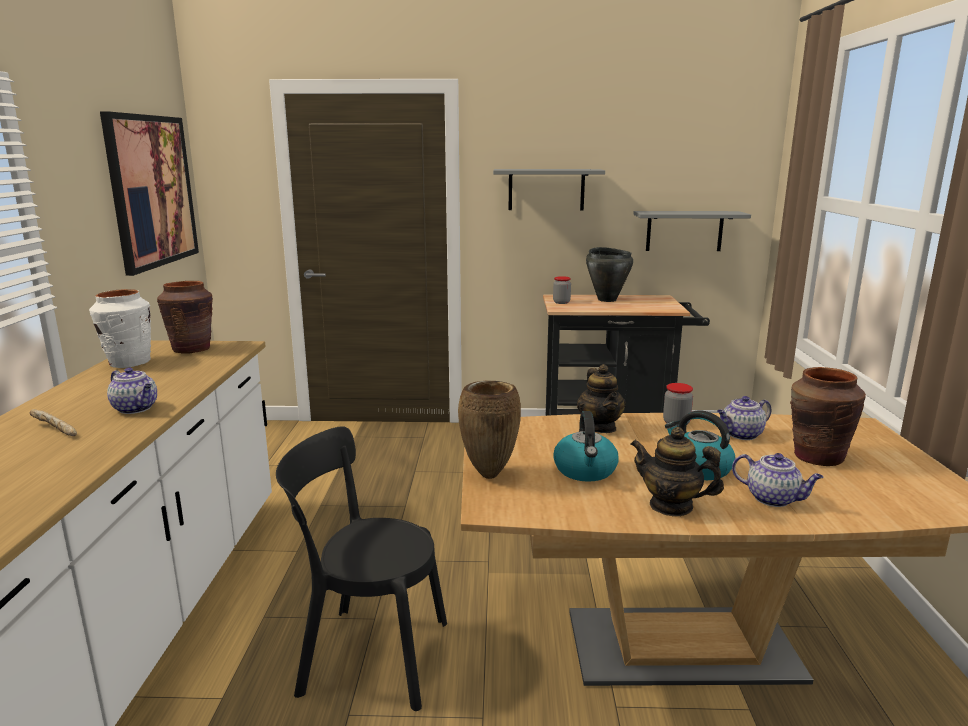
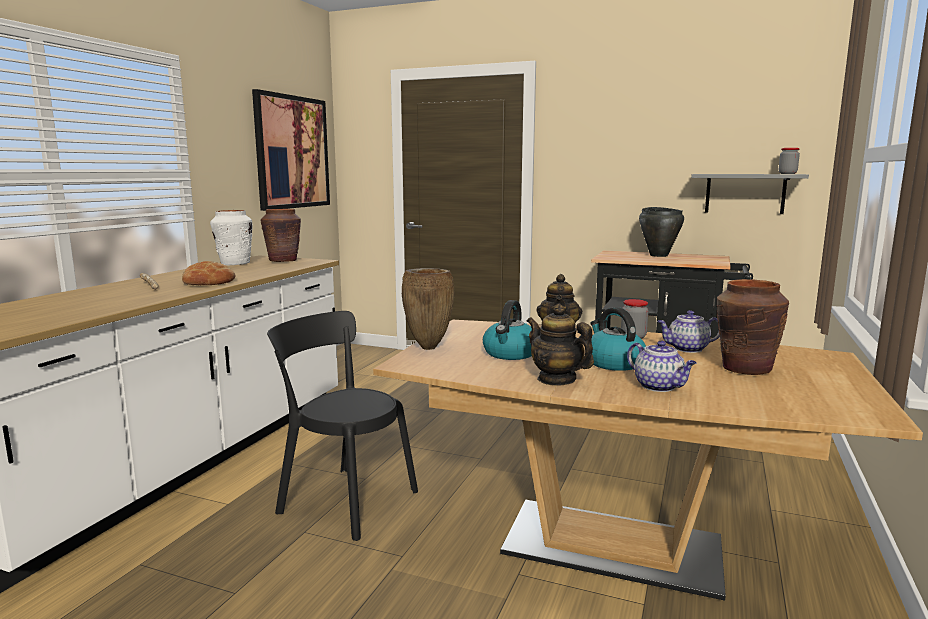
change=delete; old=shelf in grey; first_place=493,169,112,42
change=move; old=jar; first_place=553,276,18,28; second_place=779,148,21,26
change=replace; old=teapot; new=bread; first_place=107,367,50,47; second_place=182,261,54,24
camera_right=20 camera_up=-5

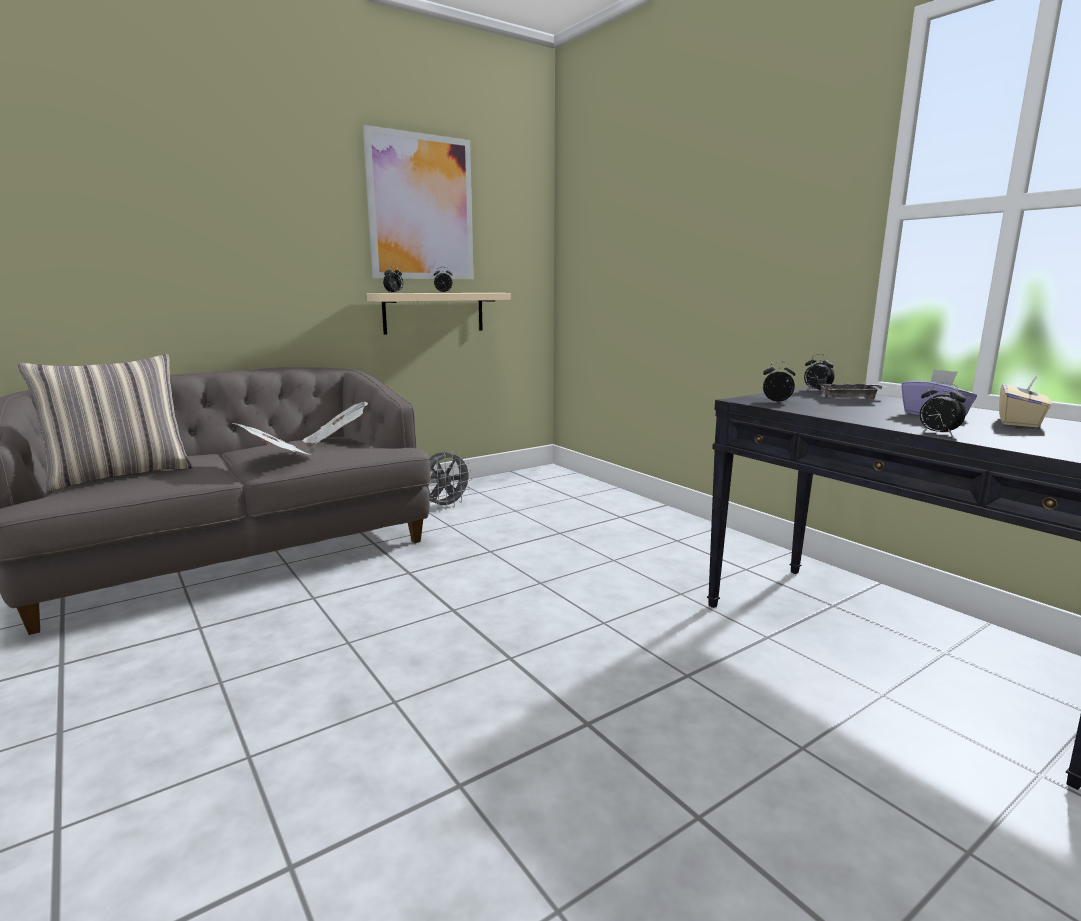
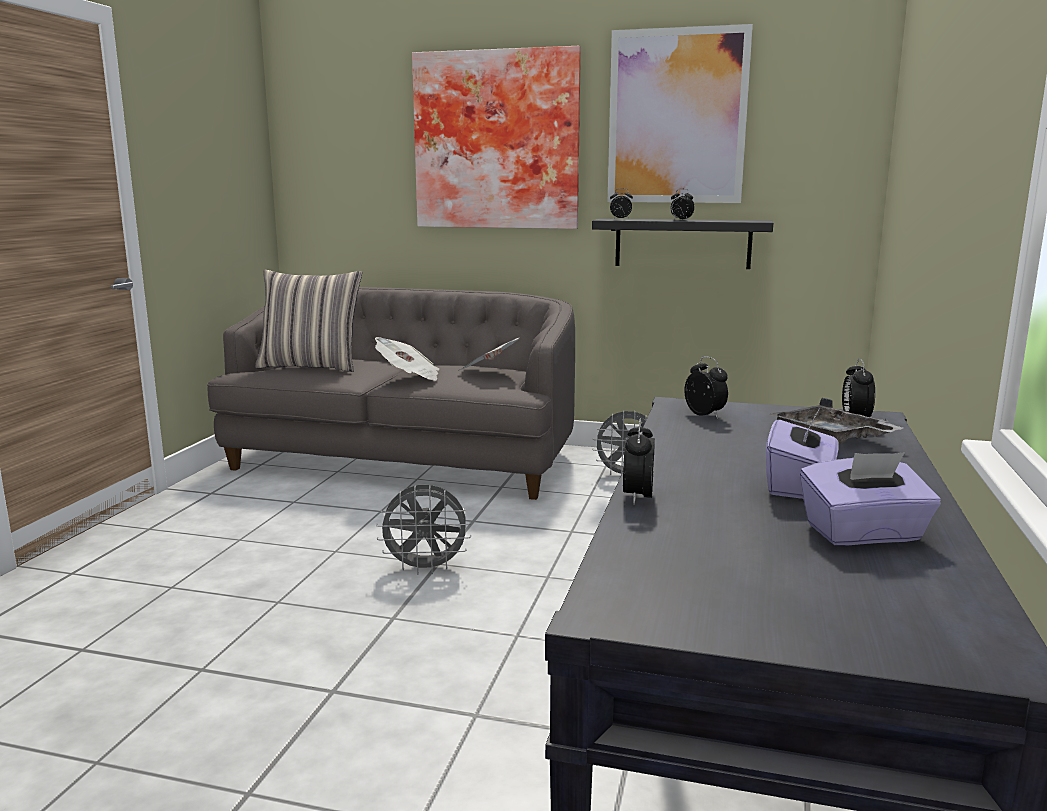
change=recolor; old=shelf in beige; new=shelf in black; first_place=367,293,144,42; second_place=592,219,181,50
change=recolor; old=tissue box in beige; new=tissue box in purple; first_place=999,376,53,51; second_place=800,452,141,93
change=insert; new=picture; second_place=412,46,169,183
change=insert; new=fan in grey; second_place=376,485,95,89
camera_right=50 camera_up=0

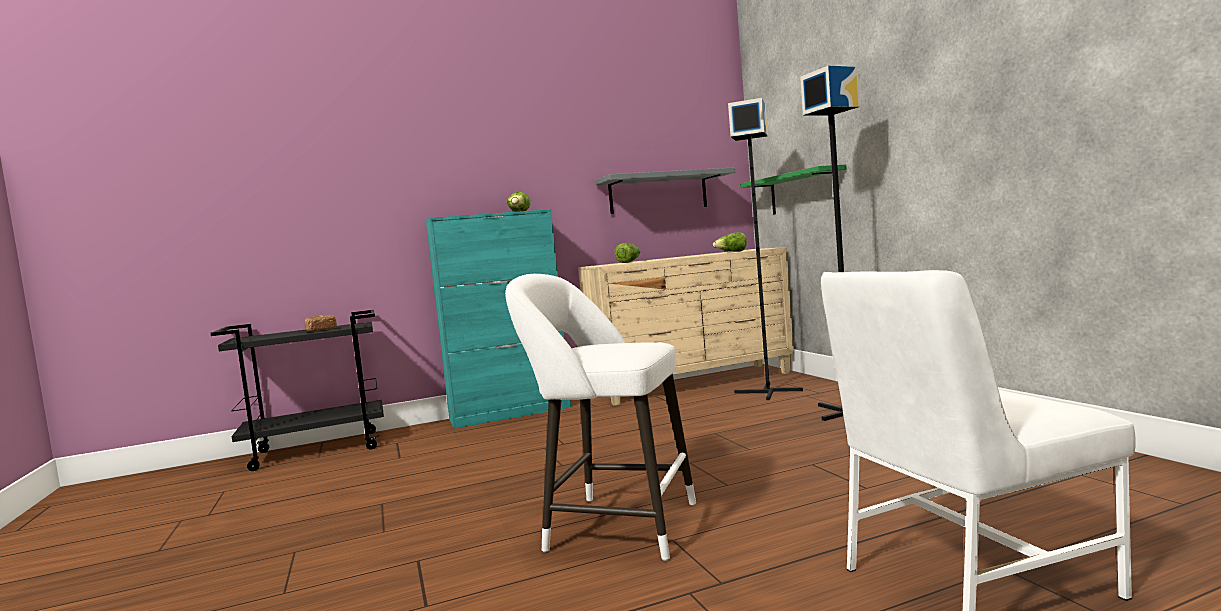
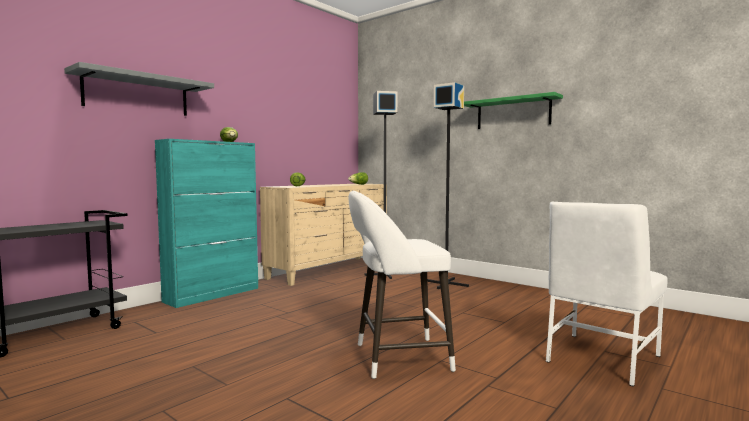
change=move; old=shelf in green; first_place=740,164,106,51; second_place=464,92,99,37
change=move; old=shelf in grey; first_place=595,167,140,47; second_place=64,62,150,54
change=delete; old=bread; first_place=305,315,32,16
camera_right=-30 camera_up=0

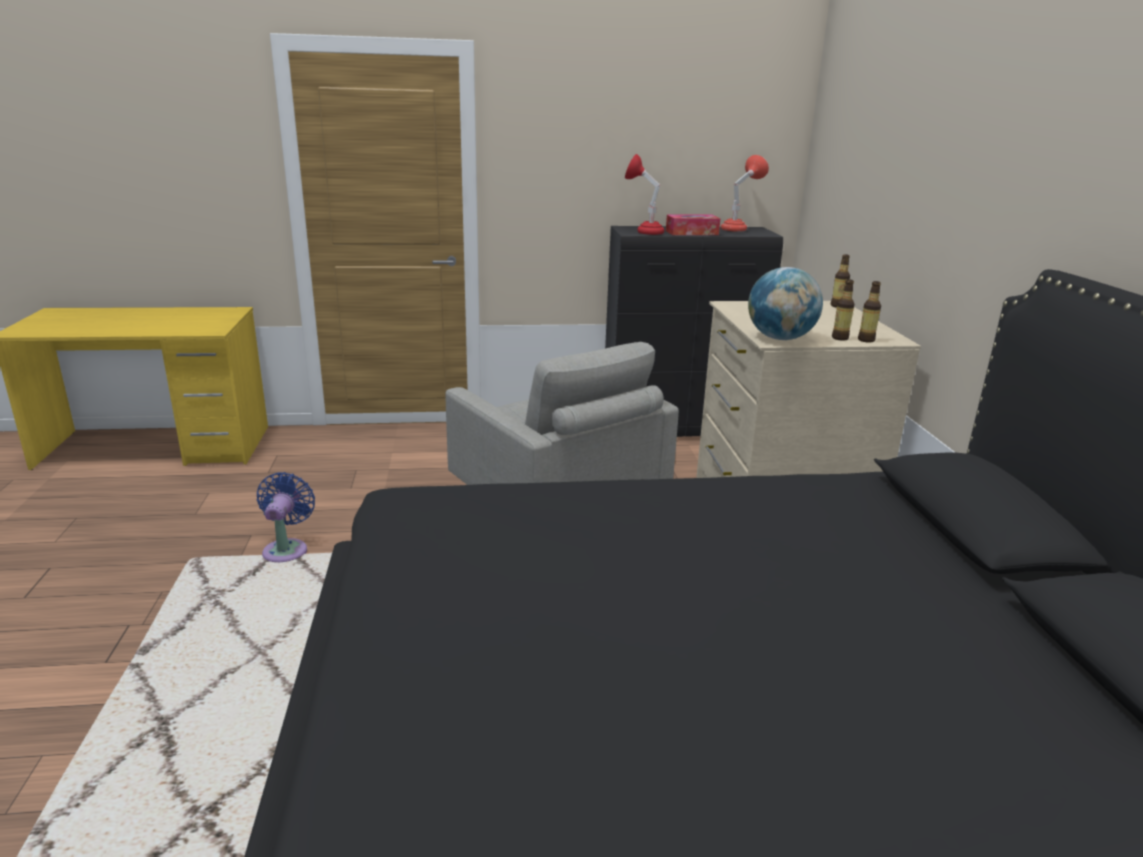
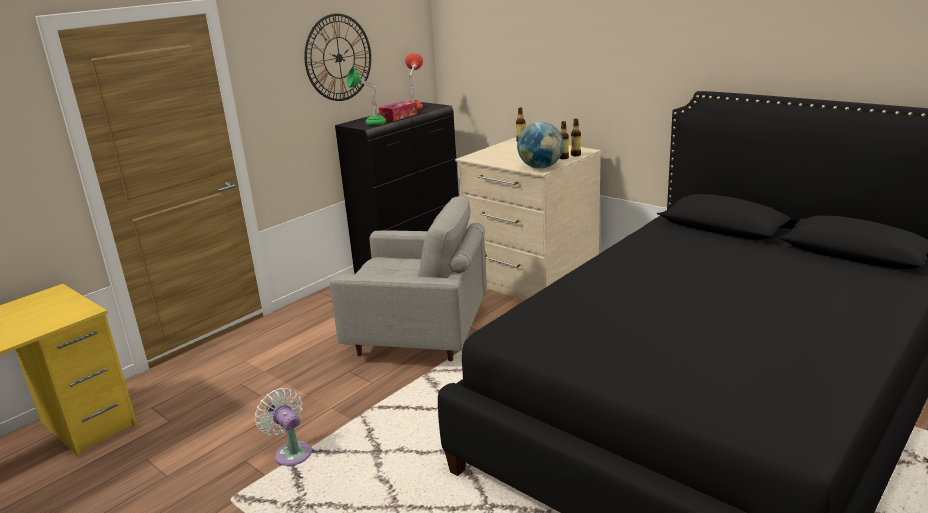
change=recolor; old=table lamp in red; new=table lamp in green; first_place=625,154,39,81; second_place=347,68,39,57
change=recolor; old=fan in blue; new=fan in white; first_place=257,472,58,90; second_place=255,388,57,78
change=insert; new=wall clock; second_place=304,13,67,88
camera_right=-40 camera_up=0

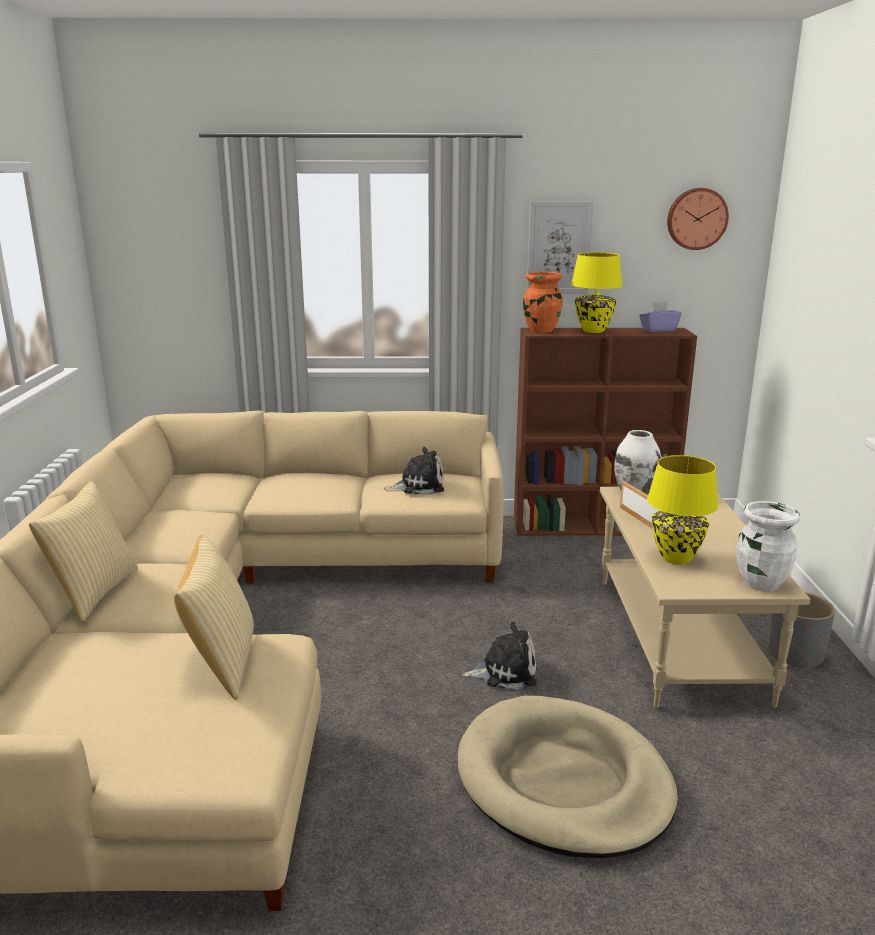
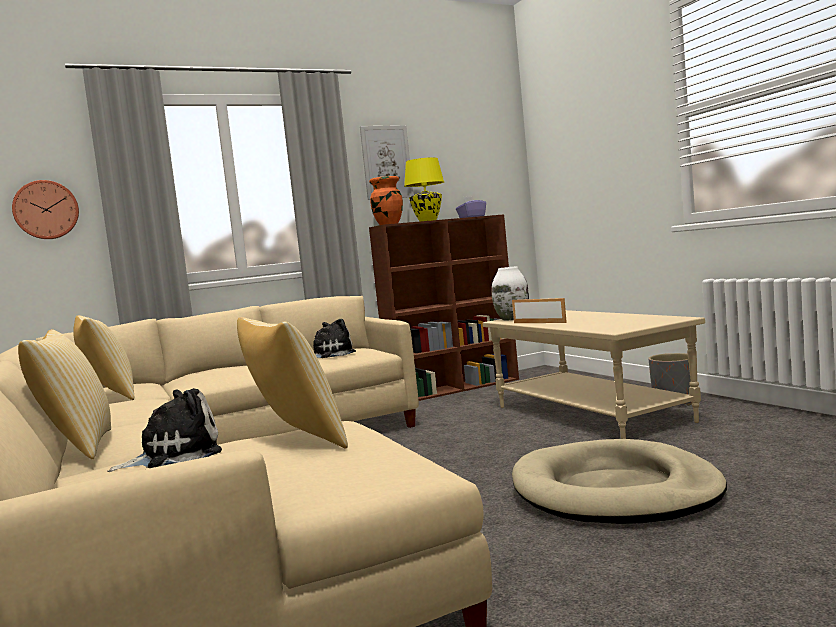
change=move; old=wall clock; first_place=667,188,62,62; second_place=12,180,67,59
change=delete; old=table lamp in yellow; first_place=647,455,71,110
change=delete; old=vase in white; first_place=736,501,64,91
change=move; old=plush toy; first_place=462,622,75,68; second_place=108,388,114,84
change=insert; new=pillow; second_place=73,315,61,85
camera_right=-25 camera_up=-15

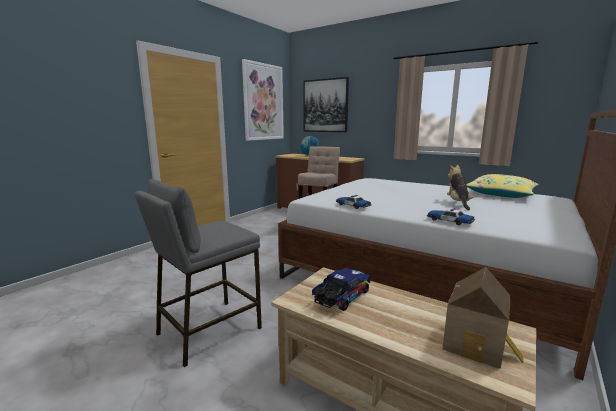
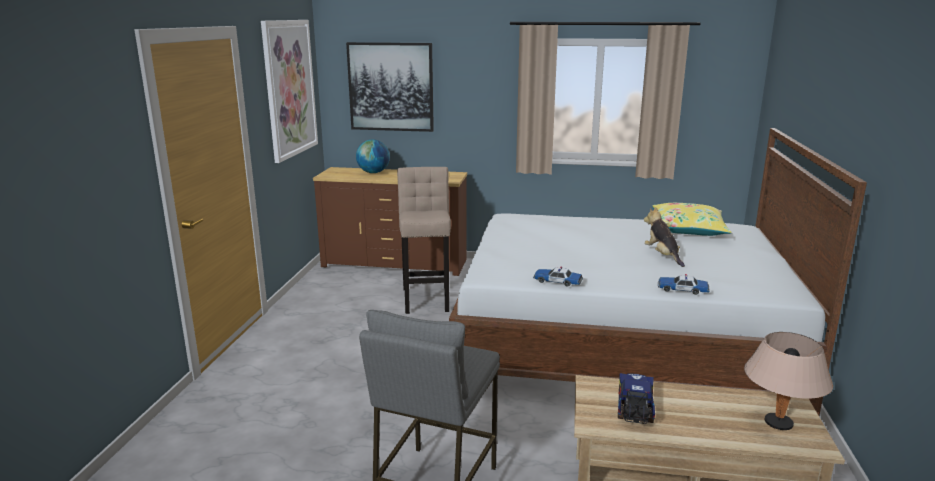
change=replace; old=toy house; new=table lamp in beige; first_place=442,267,81,102; second_place=744,332,89,98
camera_right=-25 camera_up=5

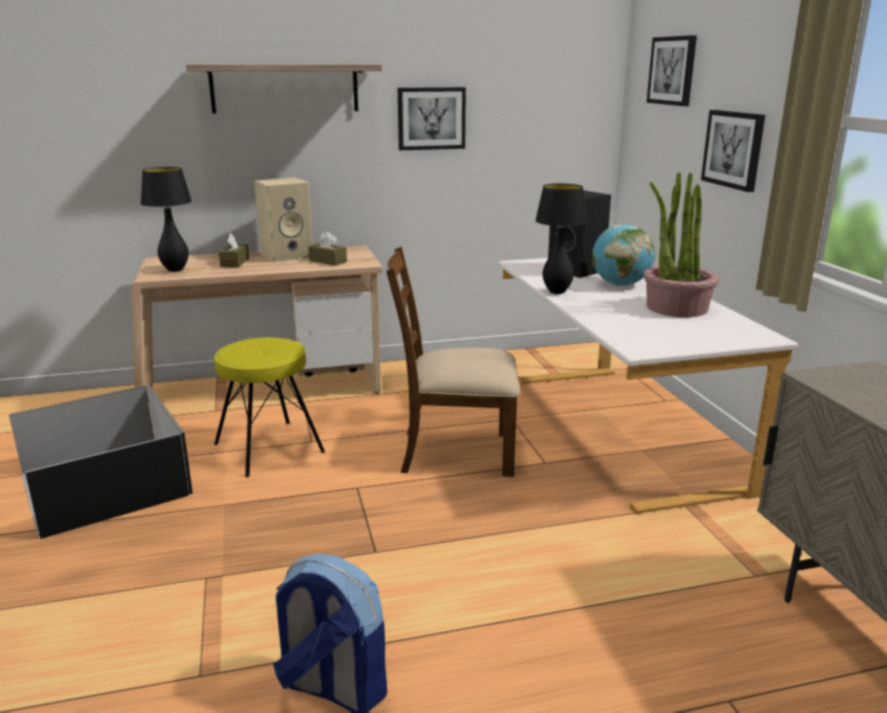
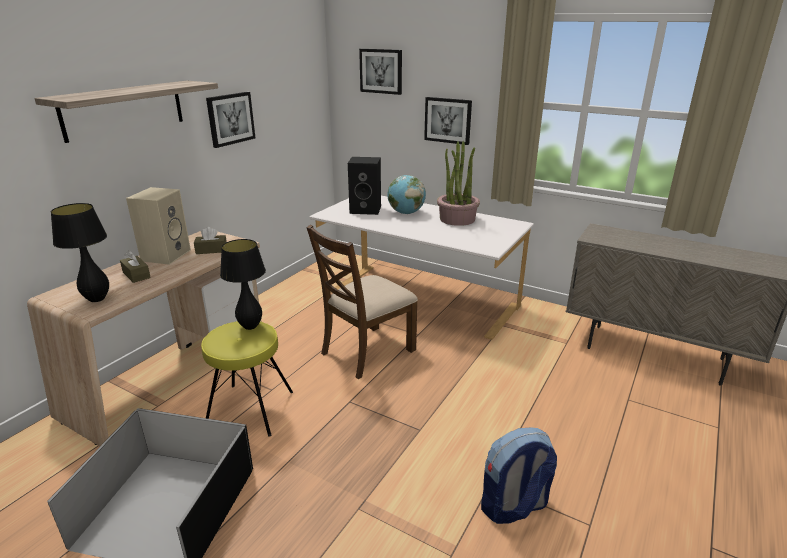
change=move; old=table lamp in black; first_place=535,184,52,110; second_place=220,239,46,91
camera_right=-45 camera_up=5

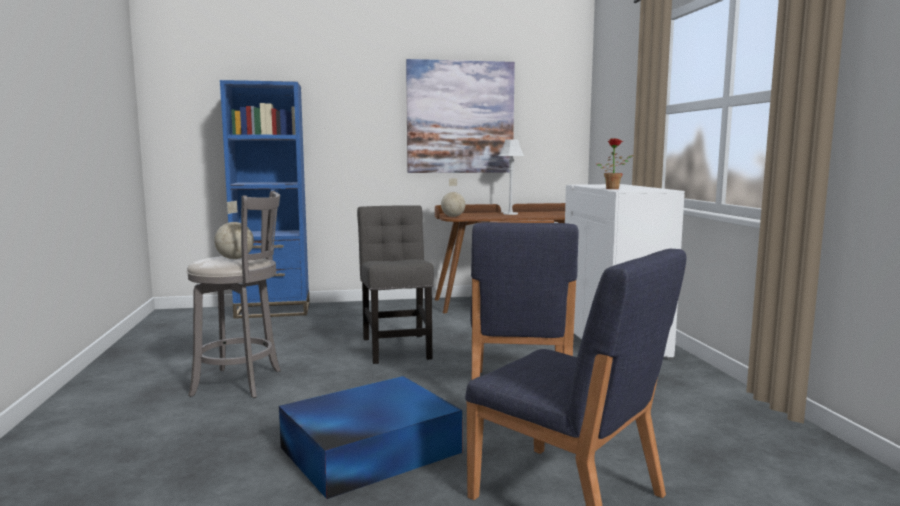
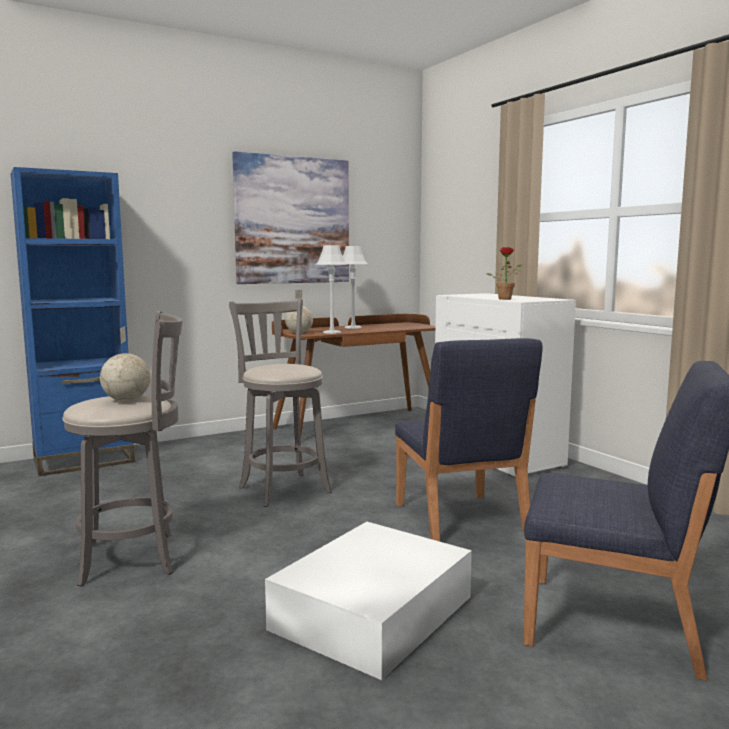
change=replace; old=chair in grey; new=stool in grey; first_place=357,205,77,159; second_place=229,299,103,208
change=recolor; old=storage box in blue; new=storage box in white; first_place=279,376,183,123; second_place=265,522,207,158
change=insert; new=table lamp in grey; second_place=316,245,31,89
camera_right=-20 camera_up=0

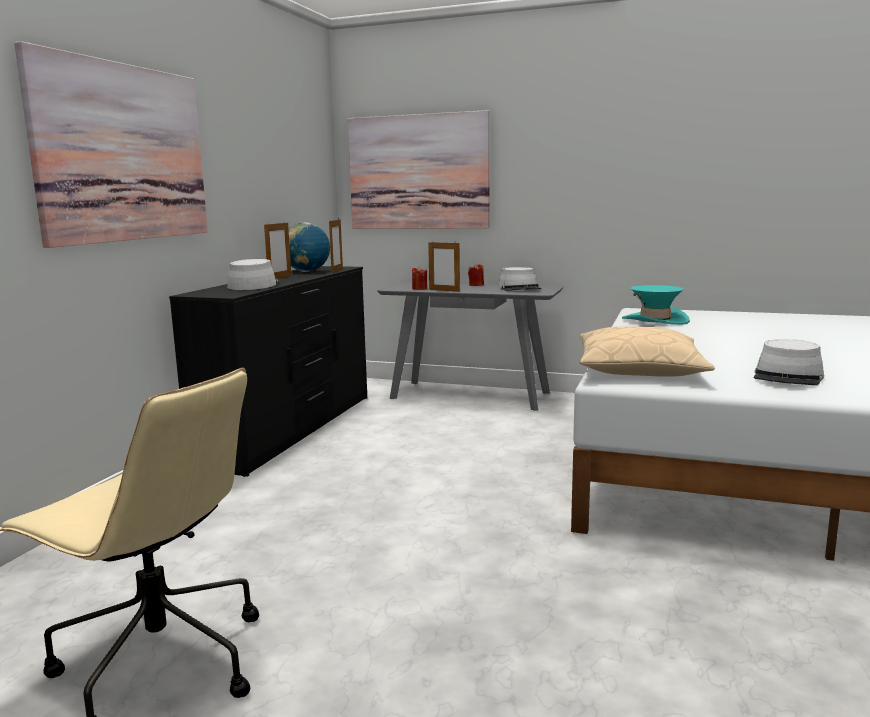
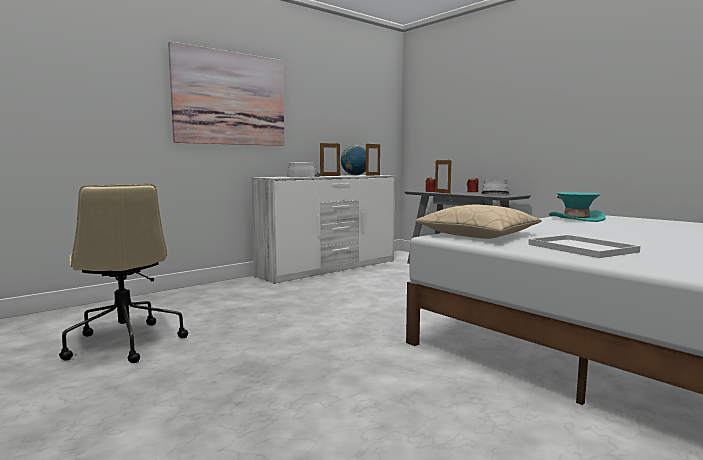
change=delete; old=picture; first_place=348,110,141,119
change=recolor; old=dresser in black; new=dresser in white; first_place=169,266,198,211; second_place=251,175,145,109
change=replace; old=hat in grey; new=tray in white; first_place=754,339,70,46; second_place=528,235,112,23
camera_right=30 camera_up=-5

